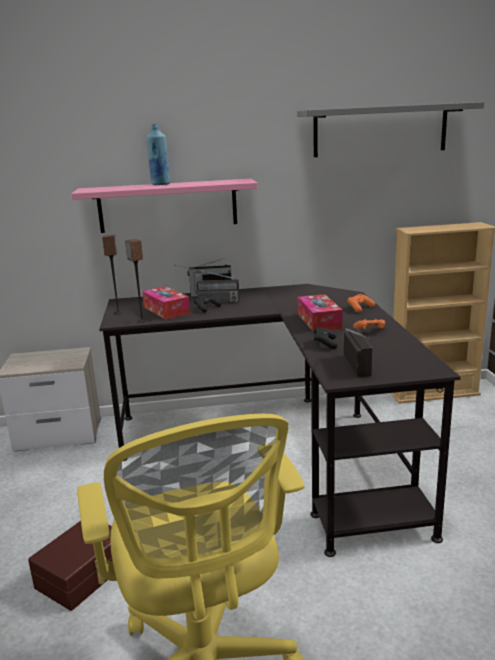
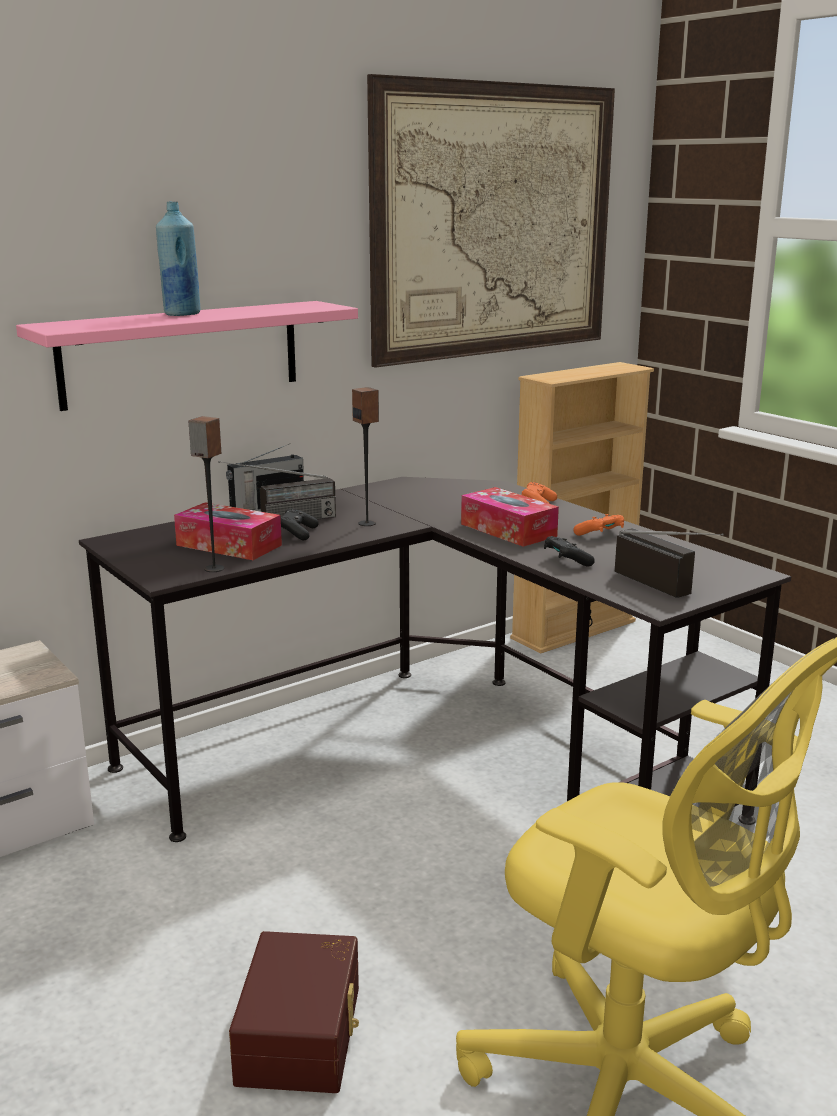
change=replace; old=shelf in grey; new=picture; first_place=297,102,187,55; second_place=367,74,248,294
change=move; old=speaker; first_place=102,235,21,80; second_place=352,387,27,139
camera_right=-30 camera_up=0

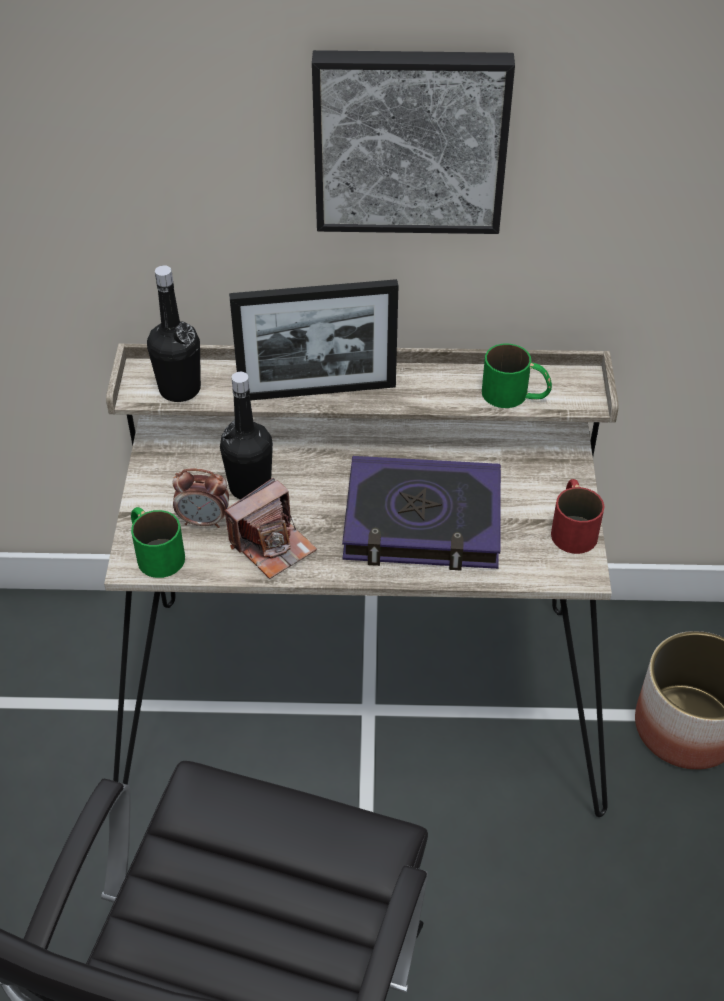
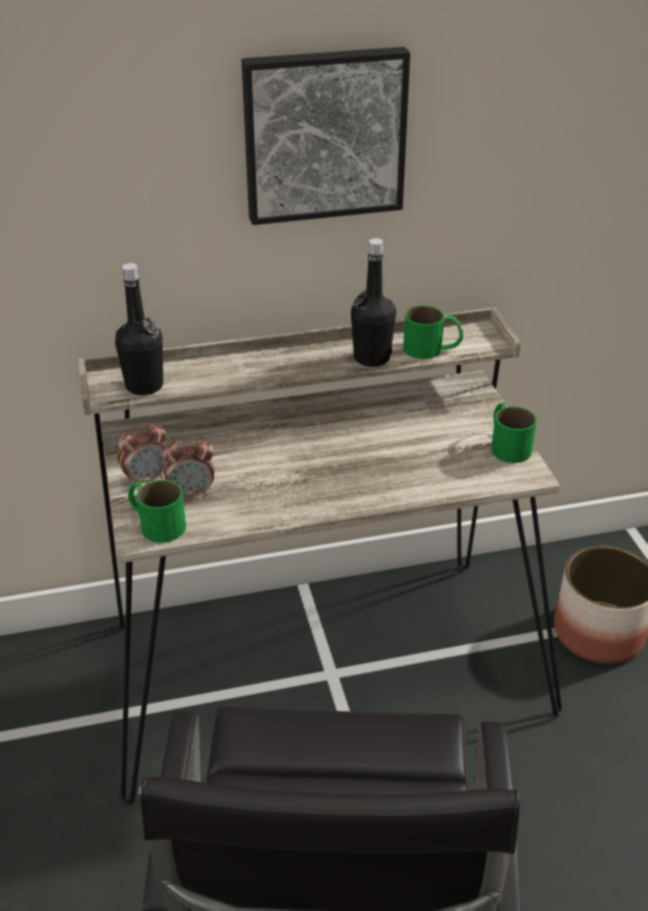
change=delete; old=picture frame; first_place=229,279,170,122
change=move; old=bottle in black; first_place=220,372,53,128; second_place=351,238,45,129
change=delete; old=book; first_place=342,456,159,114
change=delete; old=photo camera; first_place=225,478,92,101
change=recolor; old=mug in red; new=mug in green; first_place=551,479,54,75; second_place=491,403,46,60
change=insert; new=alarm clock; second_place=118,423,48,60
camera_right=-15 camera_up=-10

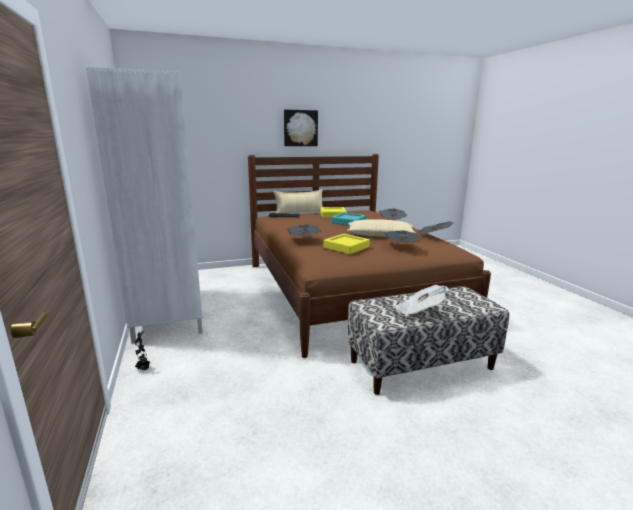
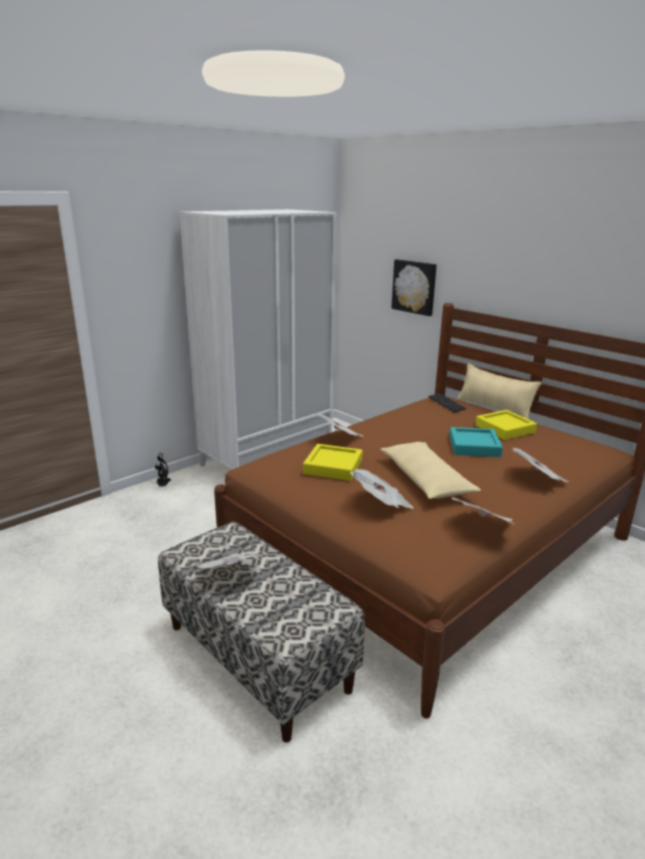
change=move; old=picture; first_place=284,110,34,36; second_place=391,259,46,57
camera_right=65 camera_up=5

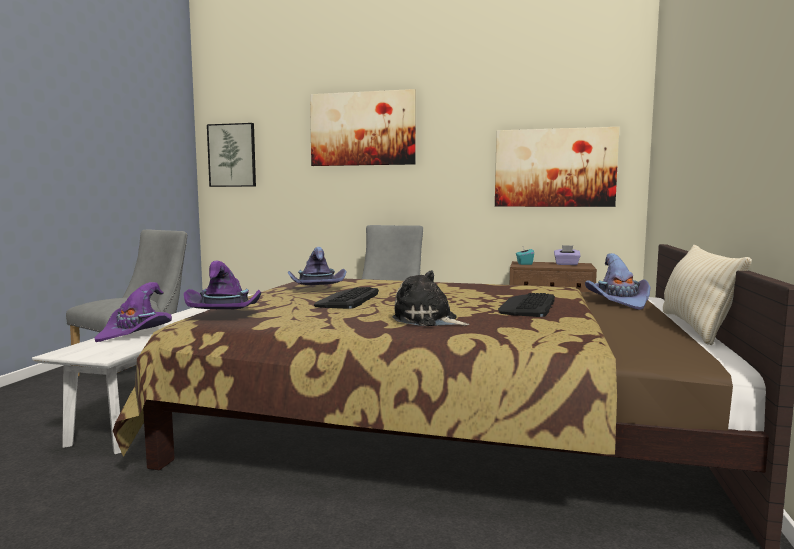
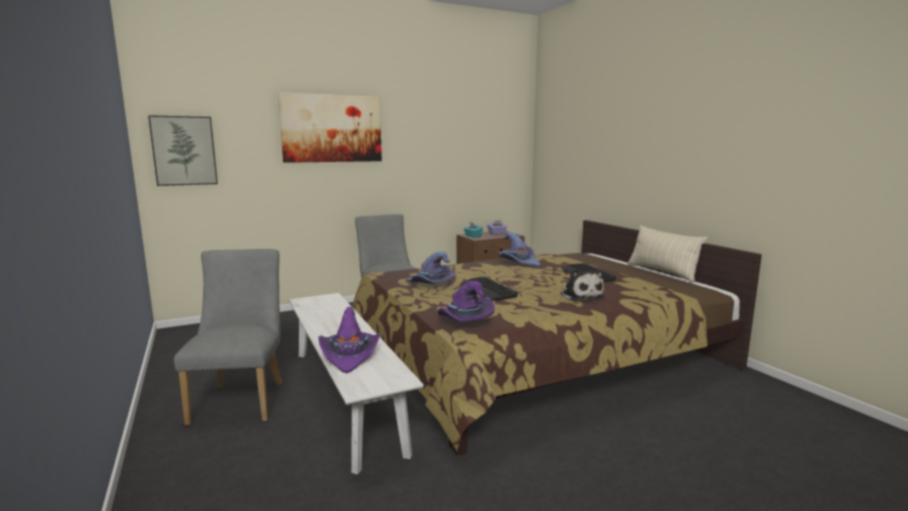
change=delete; old=picture; first_place=495,127,124,80
change=move; old=hat in purple; first_place=585,253,65,57; second_place=499,232,41,35
change=rotate; old=plush toy; first_place=392,270,77,56; second_place=560,269,45,33; degrees=-105
camera_right=-40 camera_up=5

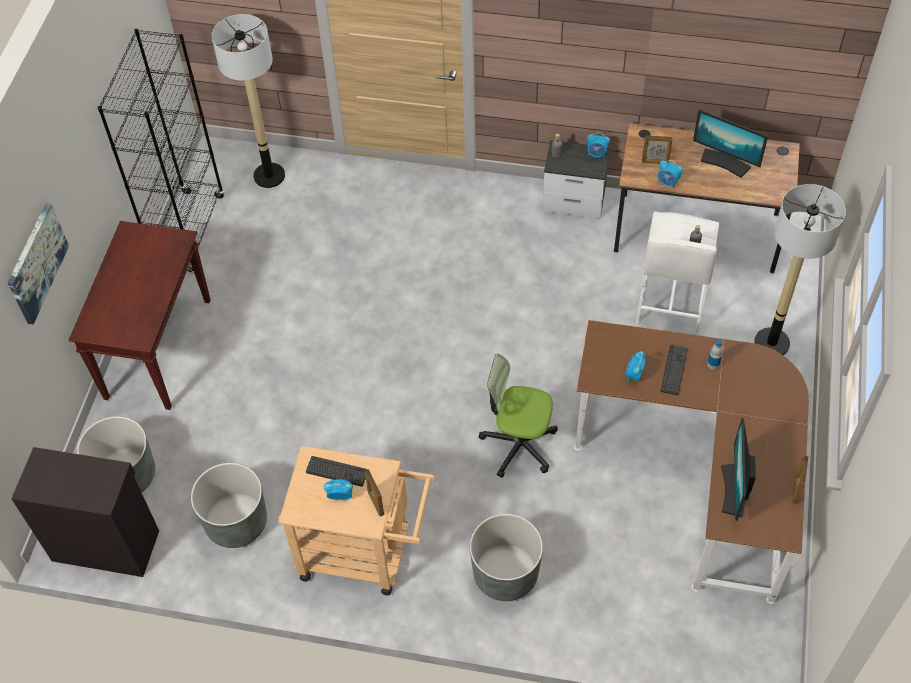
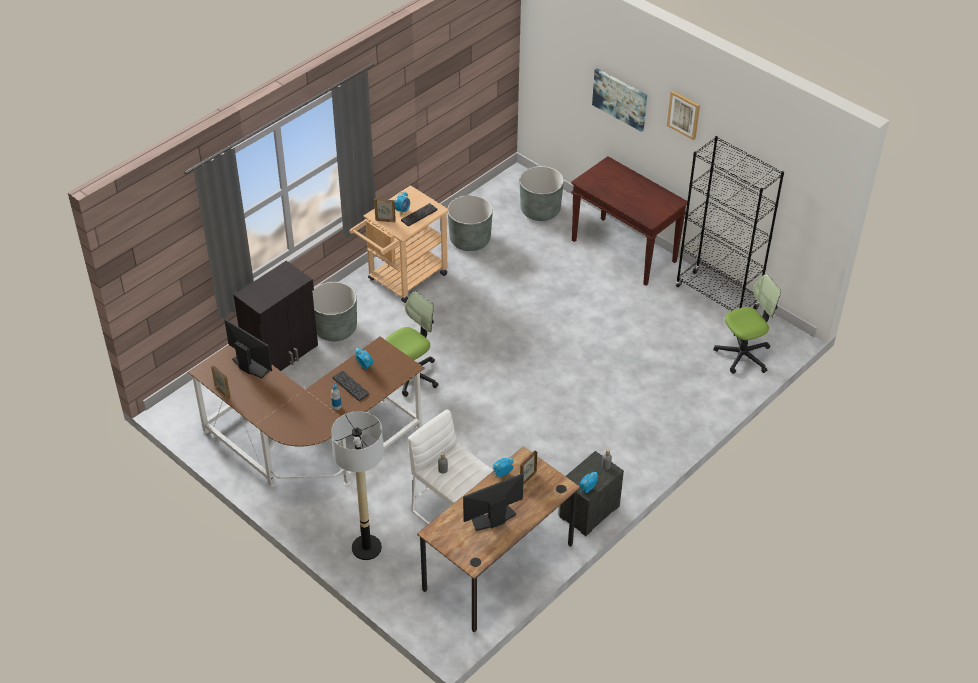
change=replace; old=floor lamp; new=office chair; first_place=212,14,73,174; second_place=713,274,68,100
change=move; old=cabinet in black; first_place=11,447,148,130; second_place=234,261,84,110
change=insert; new=picture; second_place=667,91,33,49
camera_right=120 camera_up=-10

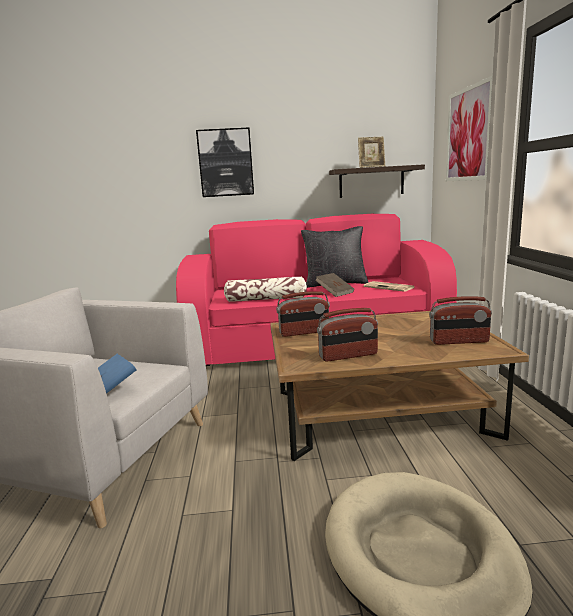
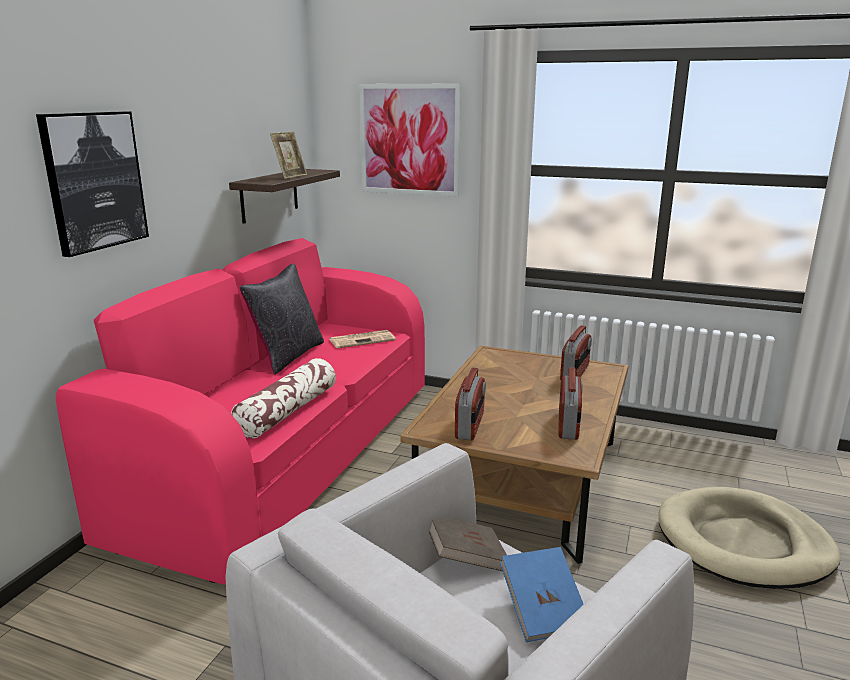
change=move; old=book in brown; first_place=315,273,39,24; second_place=429,518,78,53
camera_right=-65 camera_up=5

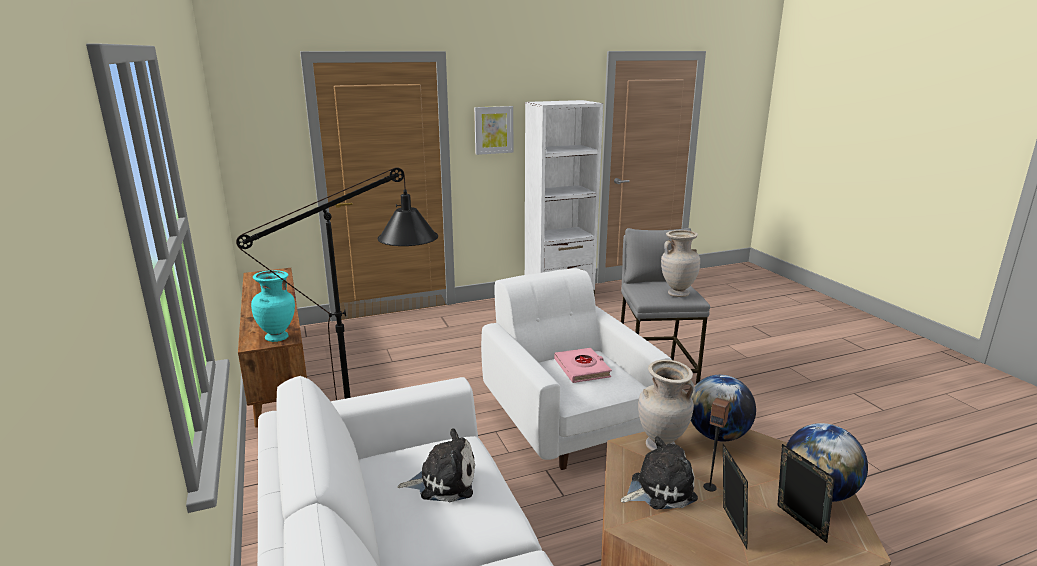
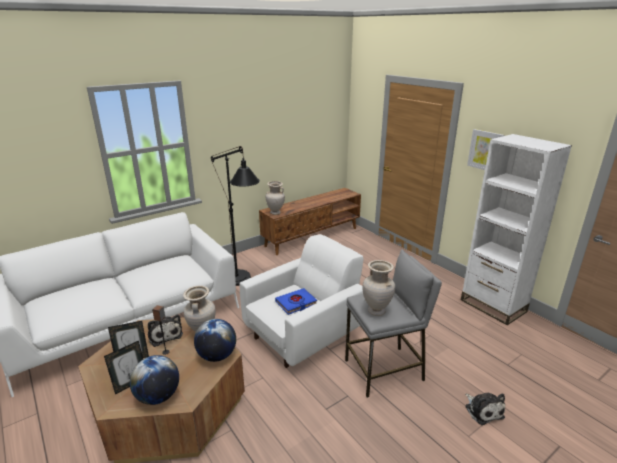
change=recolor; old=vase in turquoise; new=vase in beige; first_place=251,270,44,72; second_place=265,181,20,34
change=recolor; old=book in pink; new=book in blue; first_place=554,348,58,35; second_place=275,288,42,27
change=move; old=plush toy; first_place=397,428,78,74; second_place=465,393,40,32
camera_right=75 camera_up=5

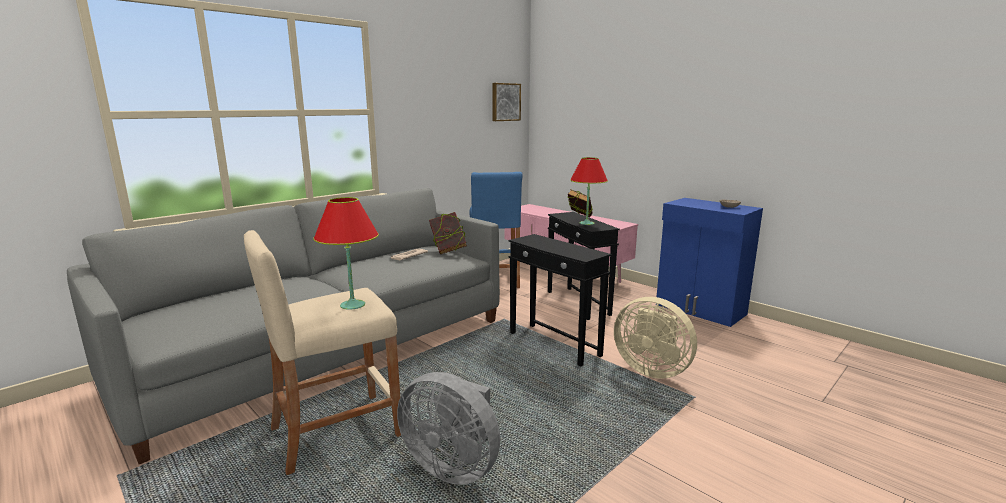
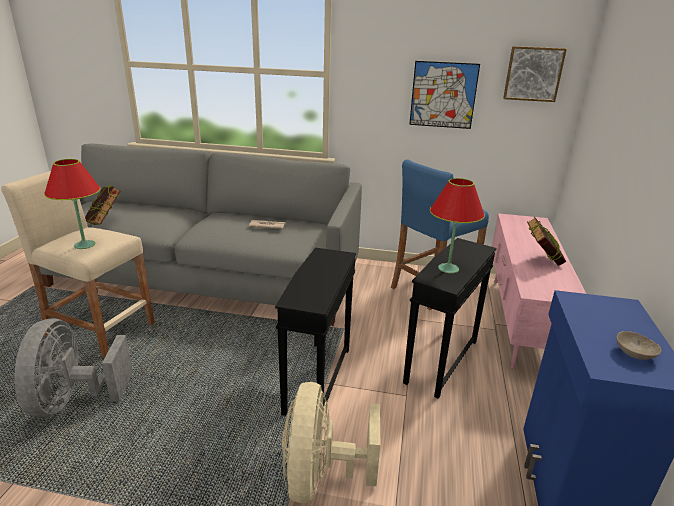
change=move; old=book; first_place=429,212,38,42; second_place=85,185,35,40
change=insert; new=picture; second_place=409,61,71,68
camera_right=55 camera_up=10

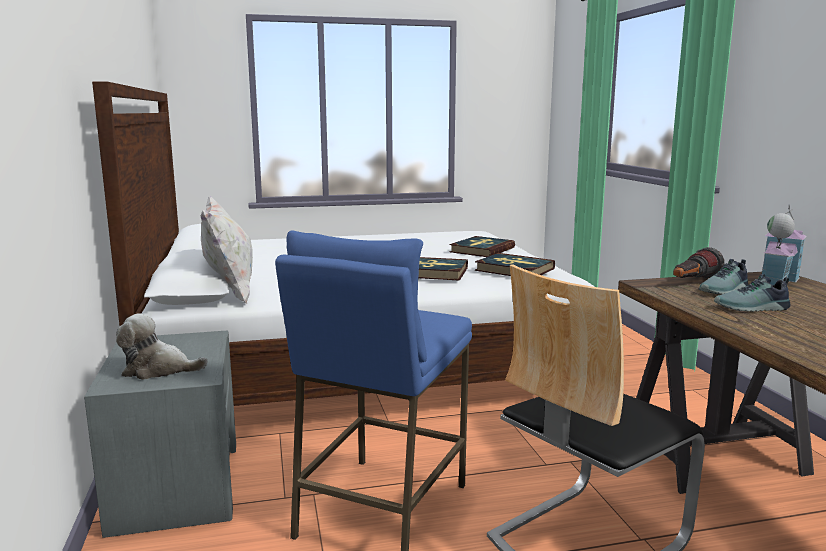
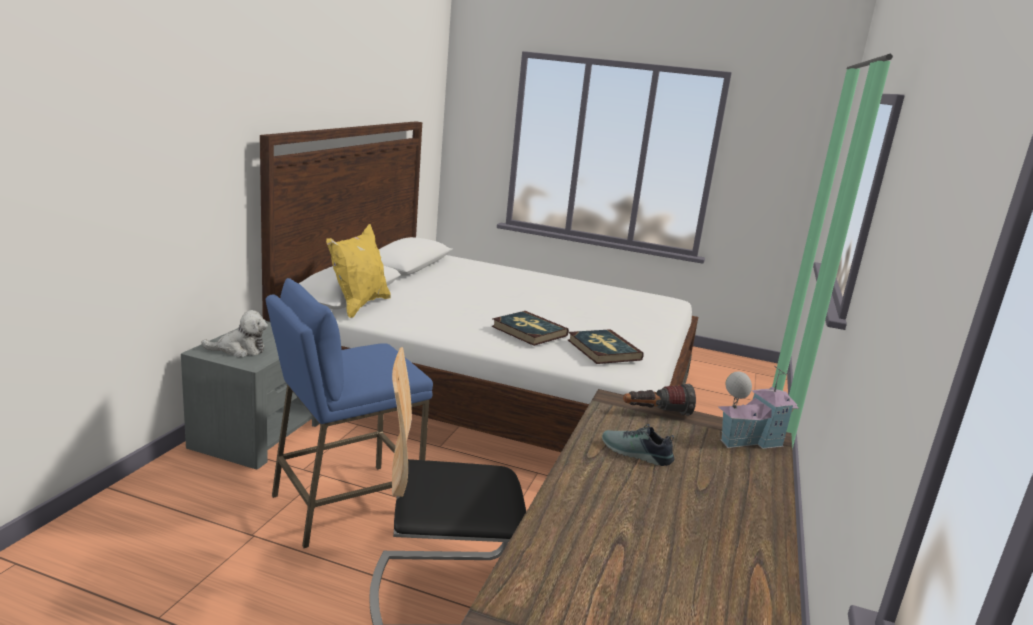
change=recolor; old=pillow in white; new=pillow in yellow; first_place=201,196,52,107; second_place=326,224,65,94
change=delete; old=book; first_place=449,236,66,21
change=delete; old=shoe; first_place=699,259,49,35
change=rotate; old=plush toy; first_place=116,313,91,67; second_place=201,310,67,47; degrees=135
camera_right=30 camera_up=5

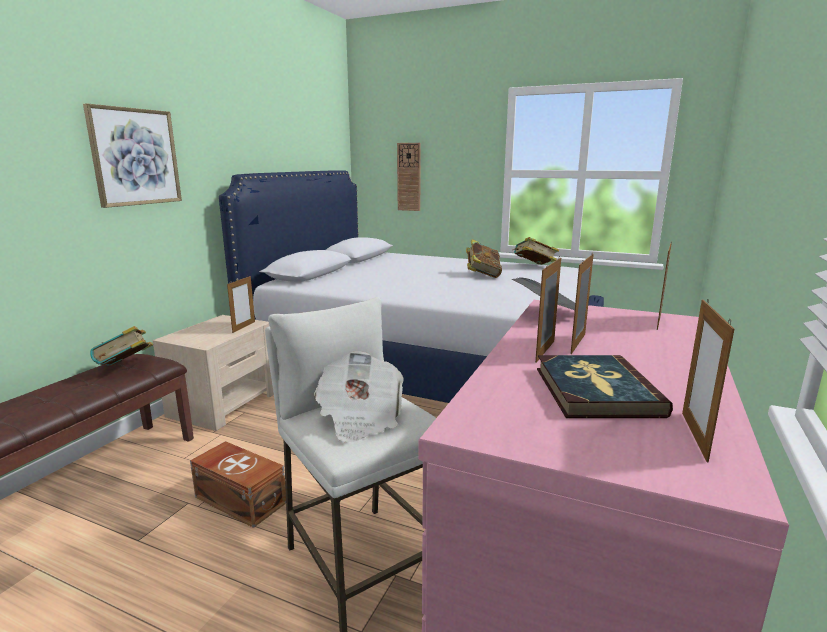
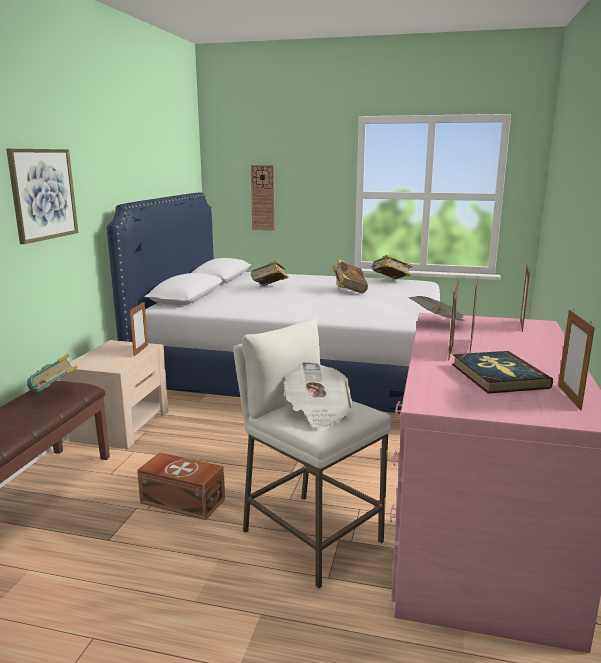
change=insert; new=book; second_place=251,260,38,26
camera_right=-10 camera_up=0

